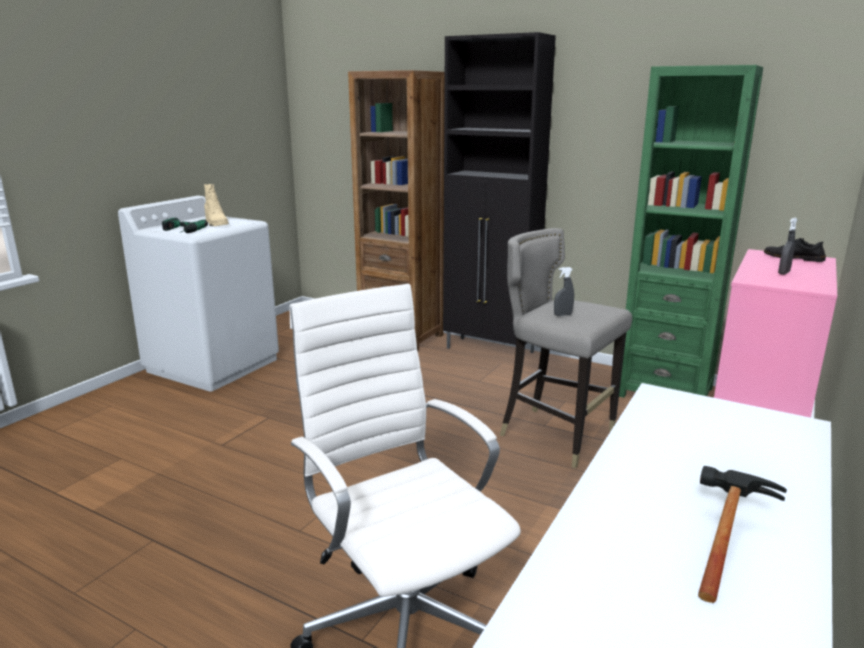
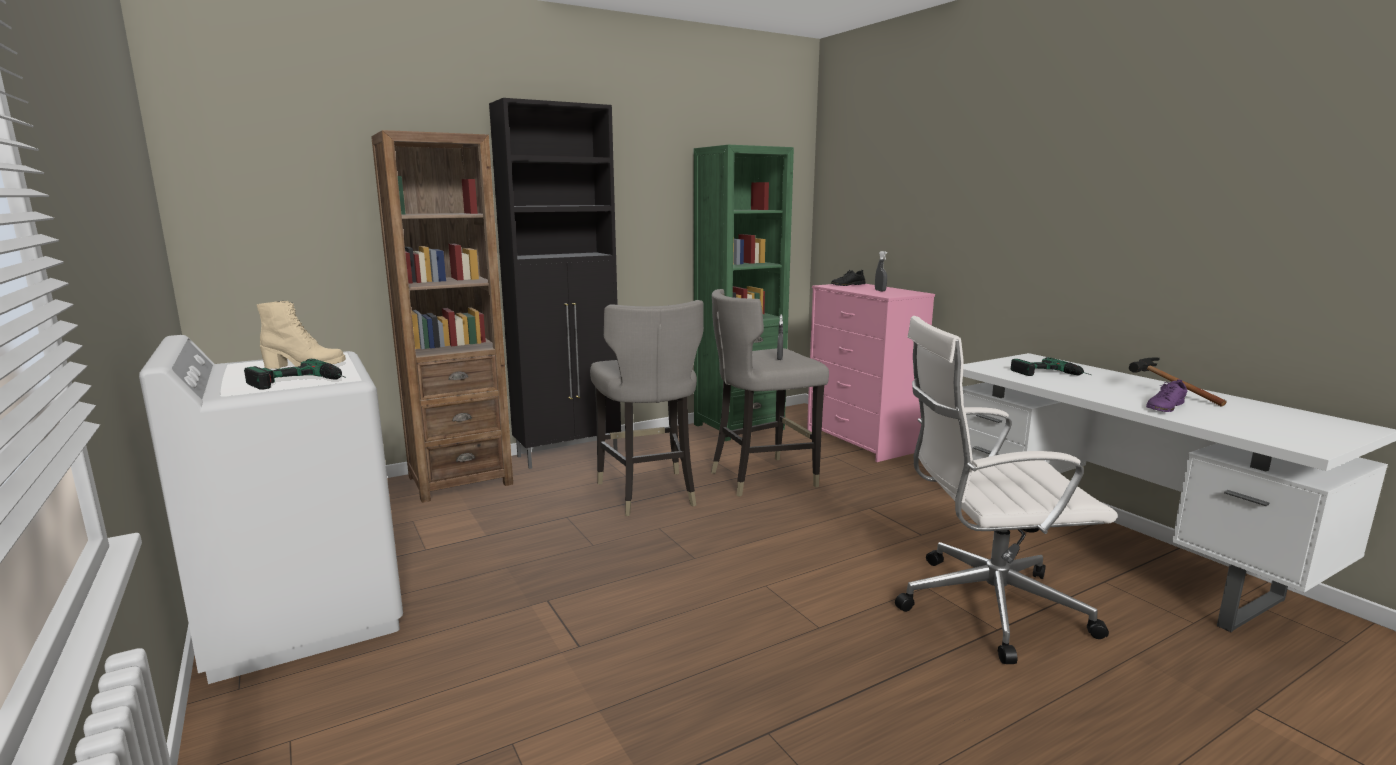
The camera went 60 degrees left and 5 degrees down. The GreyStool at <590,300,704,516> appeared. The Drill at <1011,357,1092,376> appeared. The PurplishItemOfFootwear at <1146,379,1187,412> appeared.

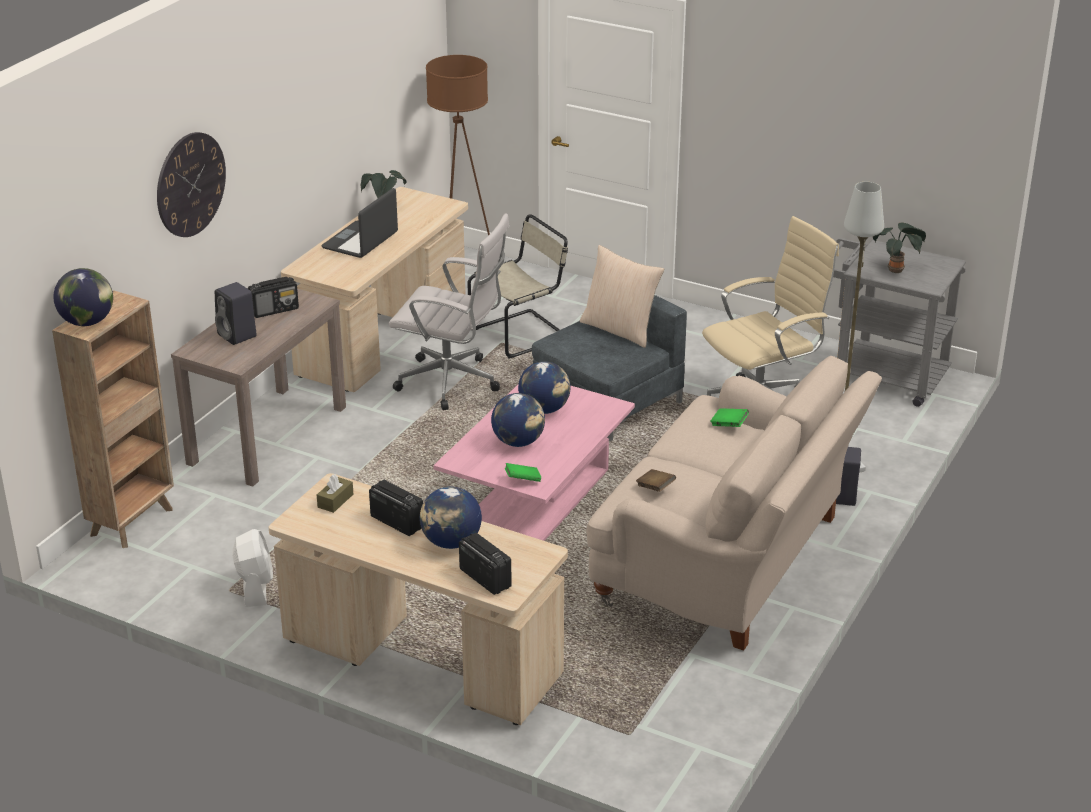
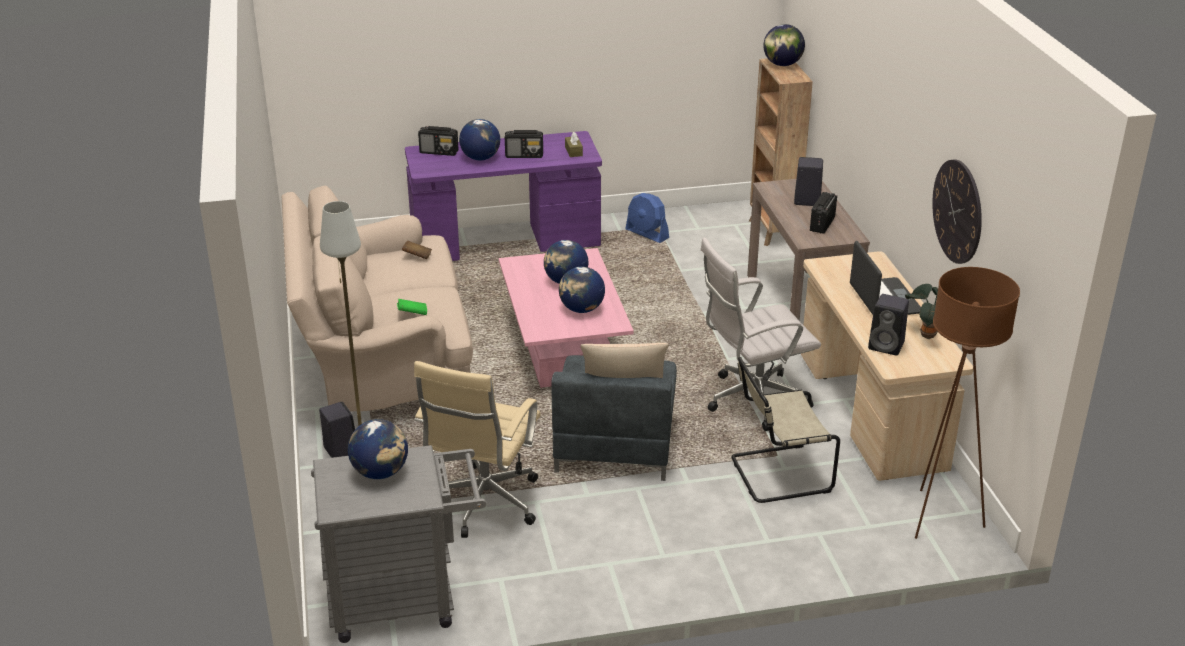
The camera went 140 degrees right and 0 degrees up. The ClockOnTheWall moved from <157,132,226,237> to <932,159,982,264>. The WhiteColouredCoolingFan at <232,529,273,607> became the BlueColouredCoolingFan at <625,193,669,243>. The SandColouredDesk at <269,473,568,725> became the PurplishDesk at <405,131,602,261>. The SandColouredUprightChair at <468,214,568,359> turned 60 degrees clockwise. The GreenishBook at <505,463,541,482> disappeared. The Houseplant at <873,222,926,273> was replaced by the WorldGlobe at <348,419,408,479>. The BlackAudioSpeaker at <868,294,909,355> appeared.

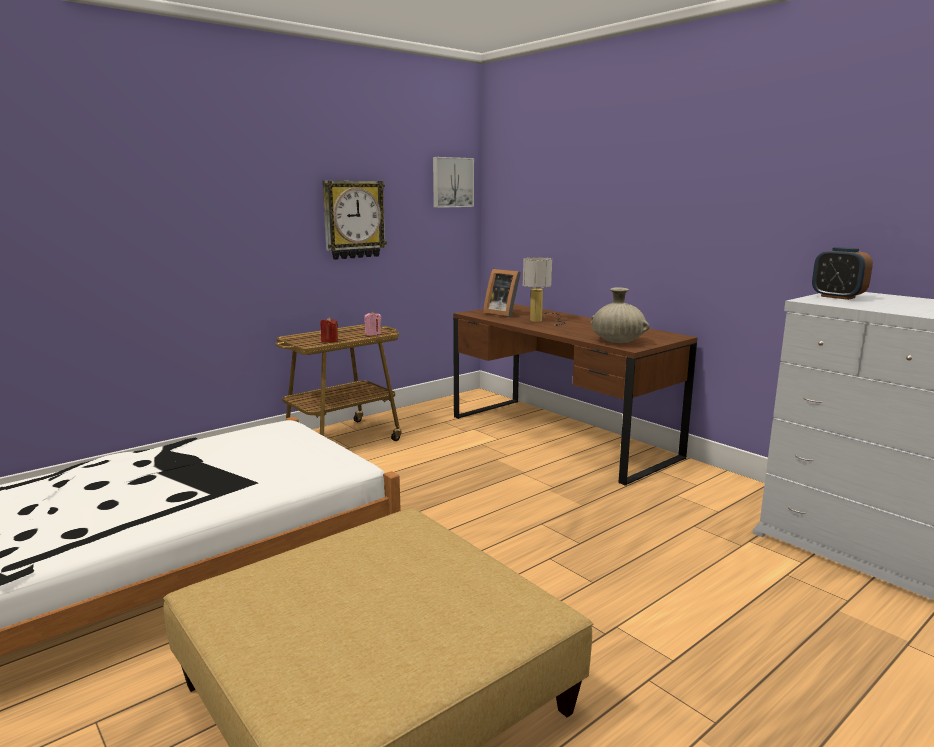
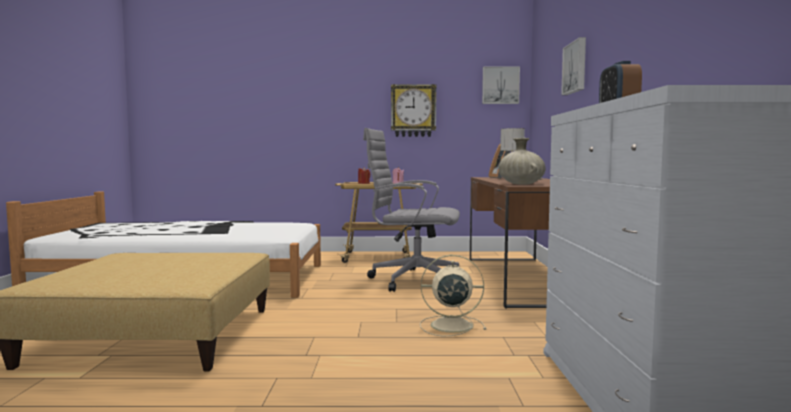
The camera went 40 degrees right and 10 degrees down. The GreyComputerChair at <363,128,460,292> appeared. The SandColouredCoolingFan at <420,255,486,336> appeared. The WallPicture at <561,37,586,95> appeared.

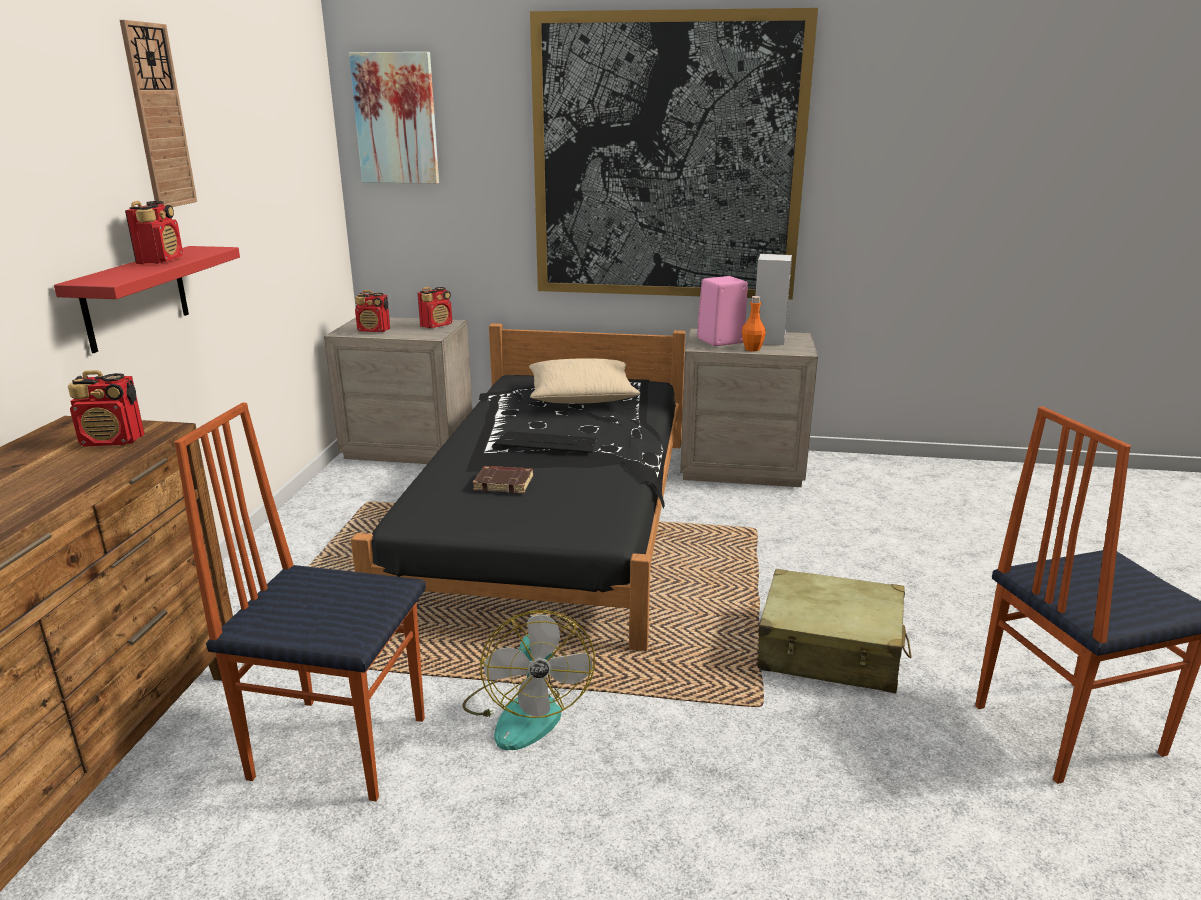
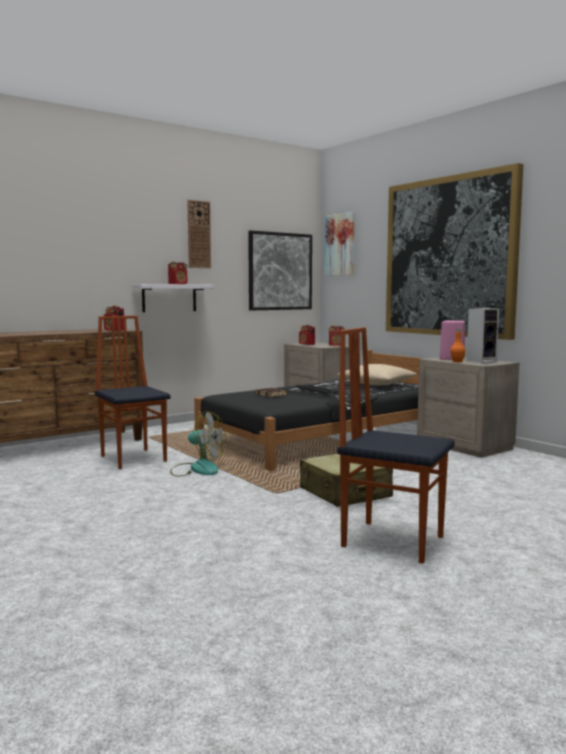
The camera went 45 degrees right and 15 degrees down. The RedColouredWallShelf at <54,246,240,353> became the WhiteColouredWallShelf at <132,284,215,312>. The CoolingFan at <462,610,595,750> turned 105 degrees counterclockwise. The WallPicture at <248,230,312,310> appeared.

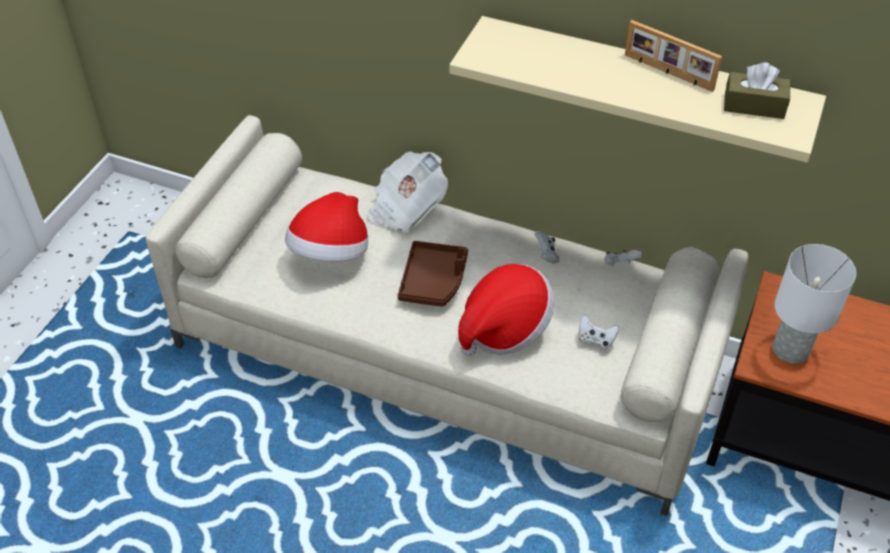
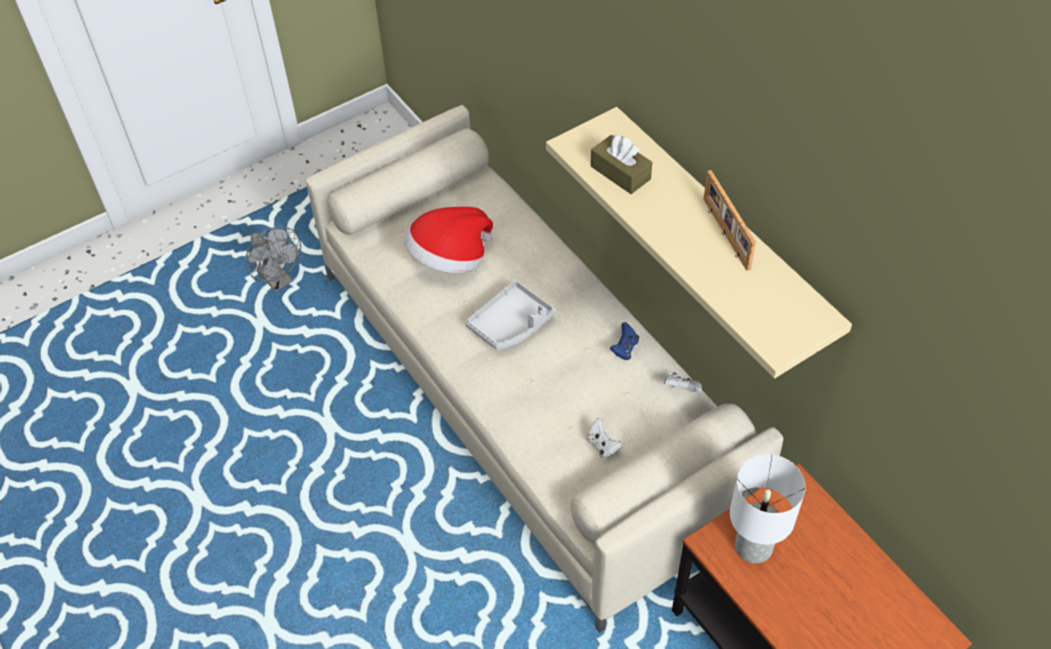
The camera went 35 degrees right and 5 degrees up. The PrintedPaper at <367,151,448,232> disappeared. The BrownCarryingTray at <398,241,468,307> became the GreyCarryingTray at <465,281,555,350>. The ClothingHat at <458,264,555,356> disappeared. The WhiteColouredGamepad at <534,231,560,264> became the BlueColouredGamepad at <610,322,639,360>. The BrownTissueBox moved from <724,62,790,119> to <591,134,652,194>. The GreyCoolingFan at <245,226,301,292> appeared.

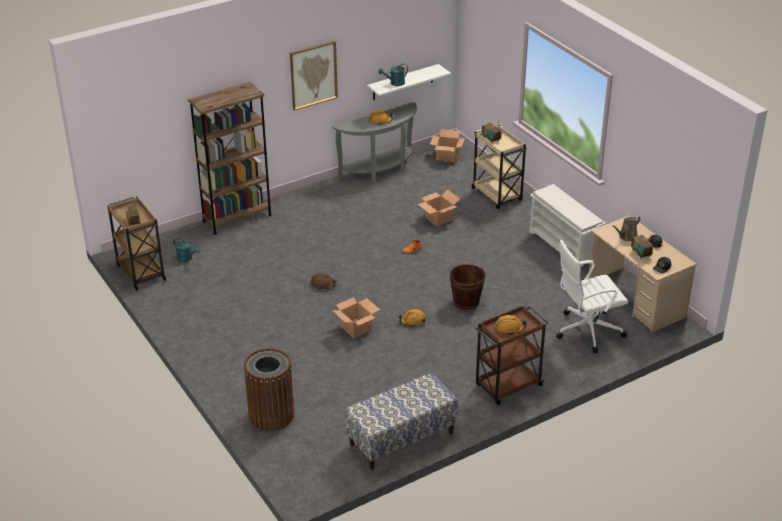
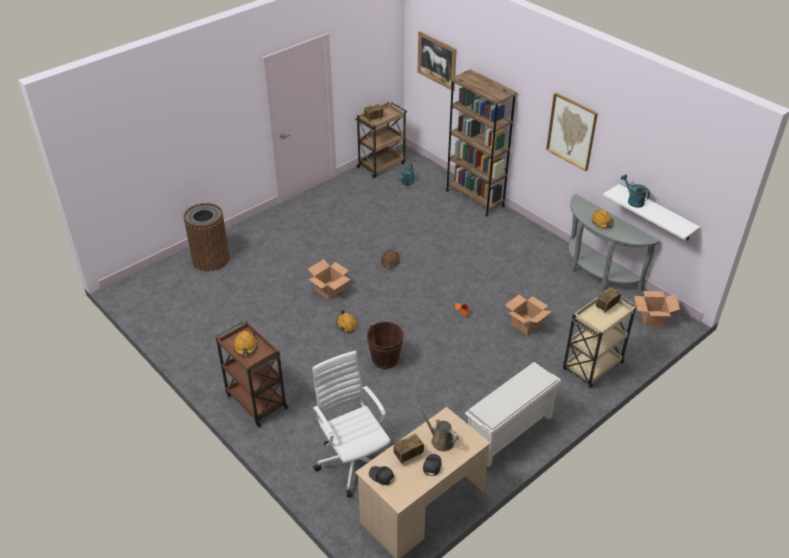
The camera went 80 degrees right and 5 degrees up. The Bench at <345,373,458,470> disappeared. The WallPicture at <418,31,457,91> appeared.

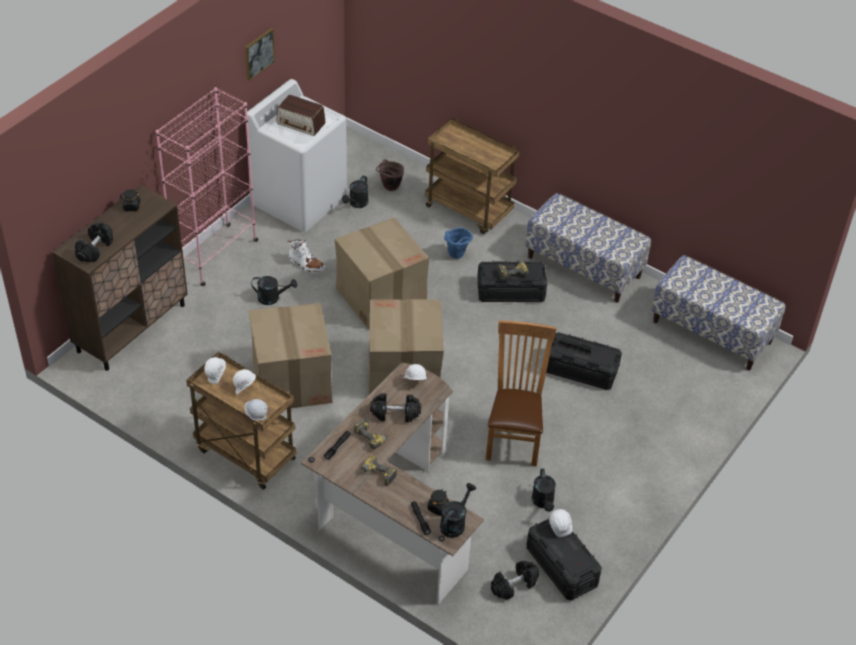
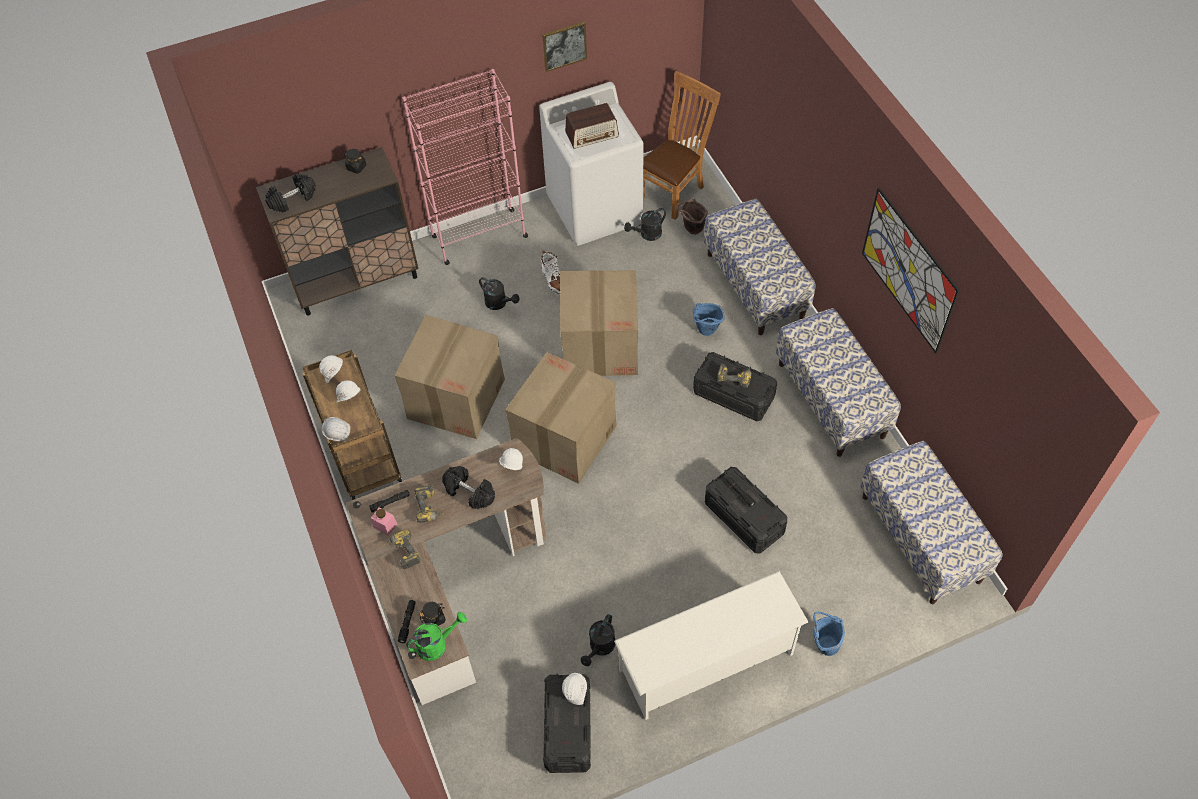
The camera went 35 degrees right and 10 degrees up. The Radio at <276,95,326,136> turned 75 degrees counterclockwise. The BrownWheeledCart at <425,118,520,234> was replaced by the Bench at <704,199,816,335>. The BlackWateringPot at <440,483,476,538> became the GreenishWateringPot at <406,612,467,661>. The BrownUprightChair moved from <486,320,557,467> to <643,71,721,220>. The BlackHandWeight at <491,561,539,600> disappeared. The PinkColouredJar at <371,508,397,536> appeared. The WhiteColouredShoeShelf at <614,571,809,720> appeared. The BlueColouredPail at <813,612,845,656> appeared. The WallPicture at <862,188,960,353> appeared.

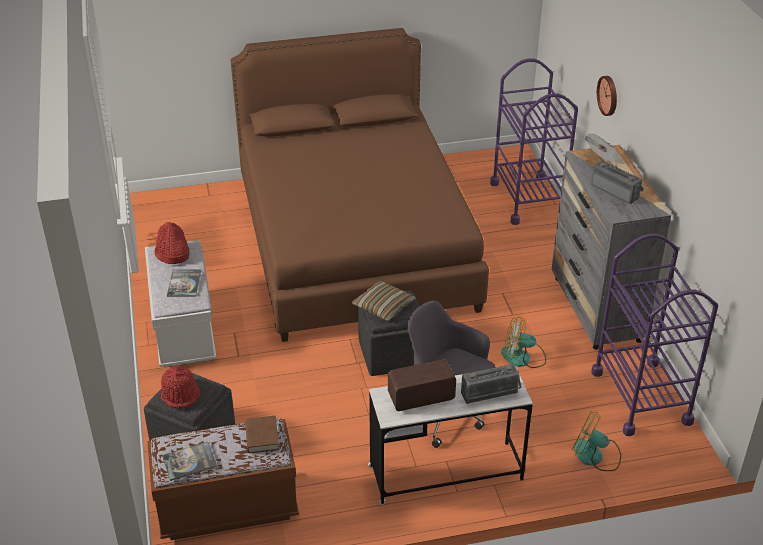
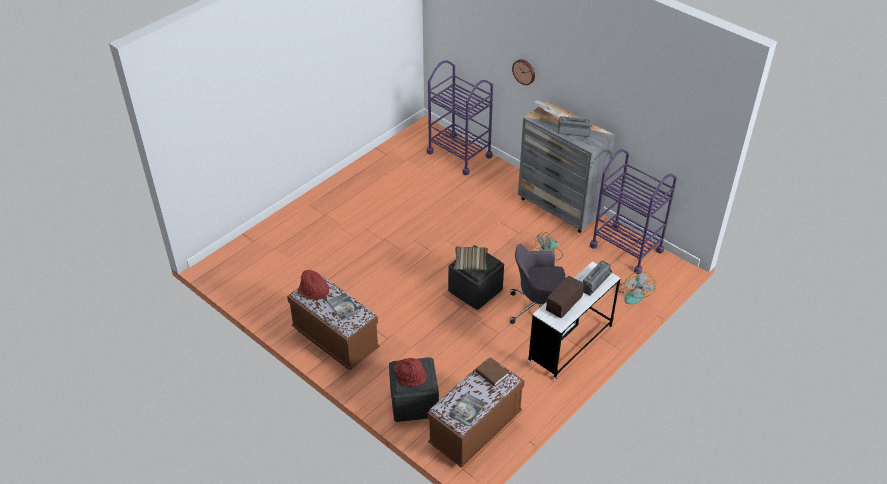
The camera went 35 degrees left and 5 degrees up. The WhiteColouredBench at <145,240,217,367> became the BrownBench at <287,275,380,370>. The BrownSleepingBed at <231,28,489,342> disappeared. The CoolingFan at <572,411,621,471> turned 75 degrees counterclockwise.

